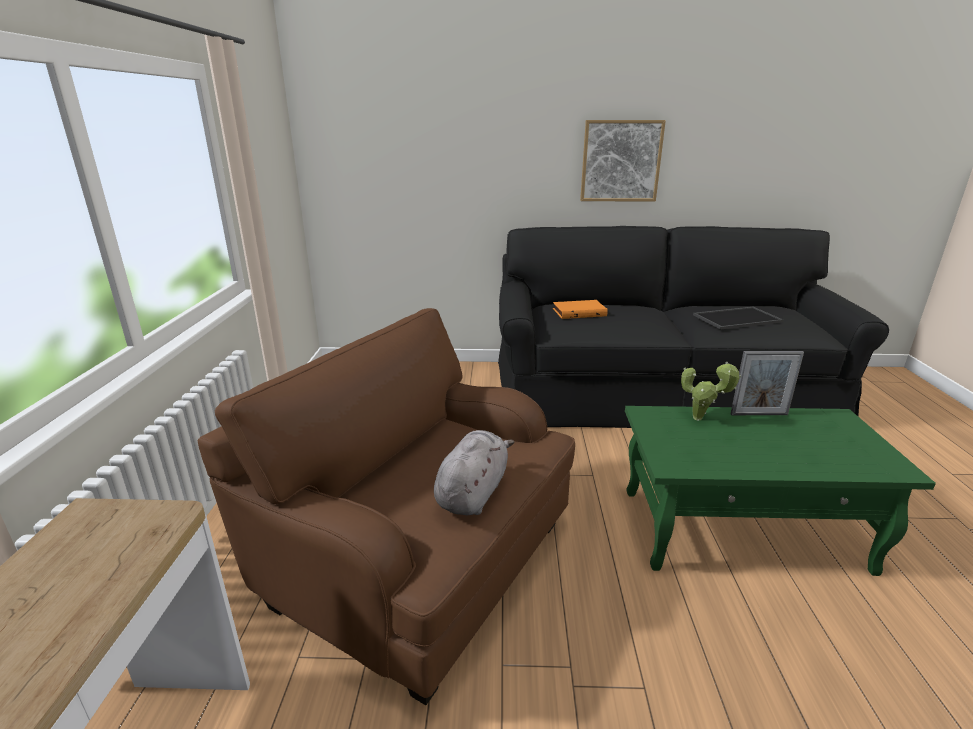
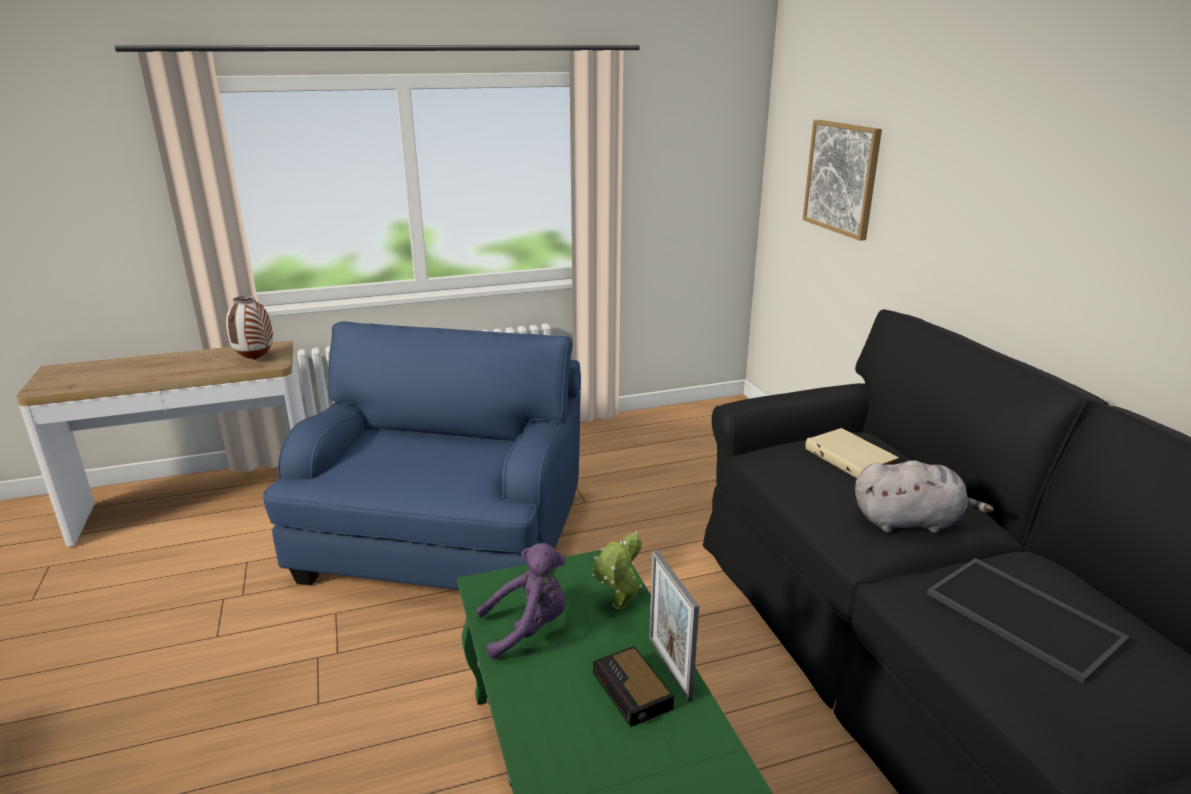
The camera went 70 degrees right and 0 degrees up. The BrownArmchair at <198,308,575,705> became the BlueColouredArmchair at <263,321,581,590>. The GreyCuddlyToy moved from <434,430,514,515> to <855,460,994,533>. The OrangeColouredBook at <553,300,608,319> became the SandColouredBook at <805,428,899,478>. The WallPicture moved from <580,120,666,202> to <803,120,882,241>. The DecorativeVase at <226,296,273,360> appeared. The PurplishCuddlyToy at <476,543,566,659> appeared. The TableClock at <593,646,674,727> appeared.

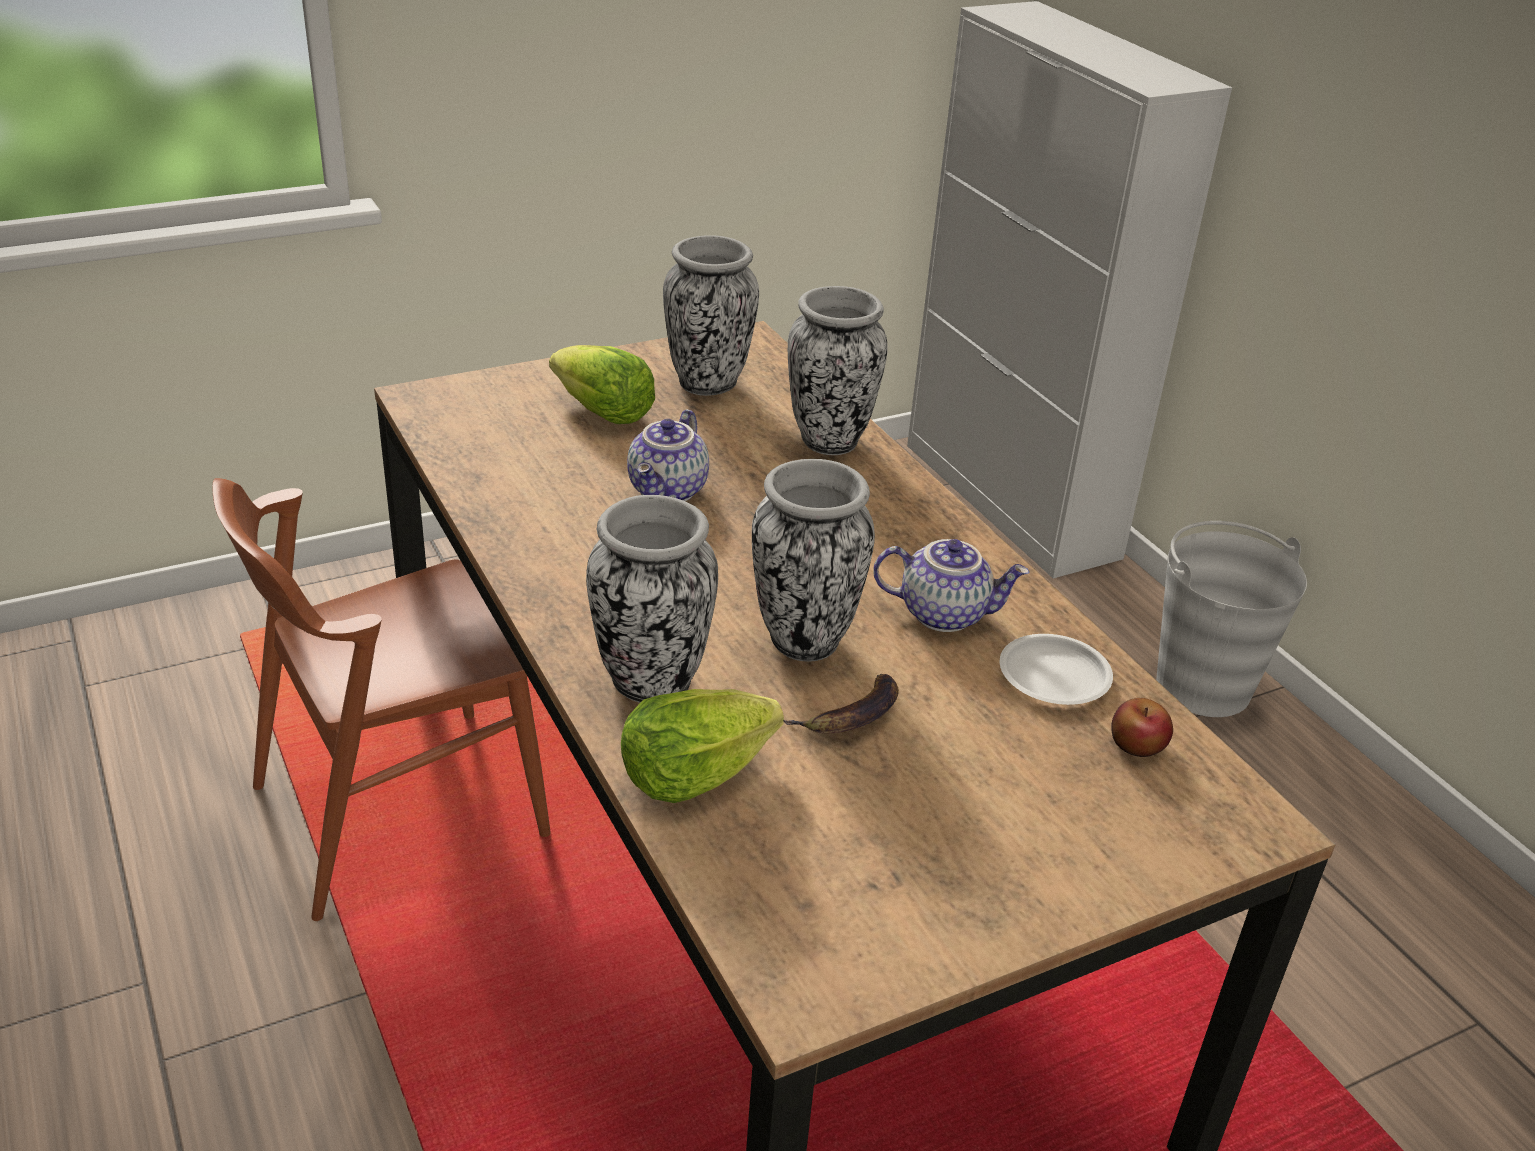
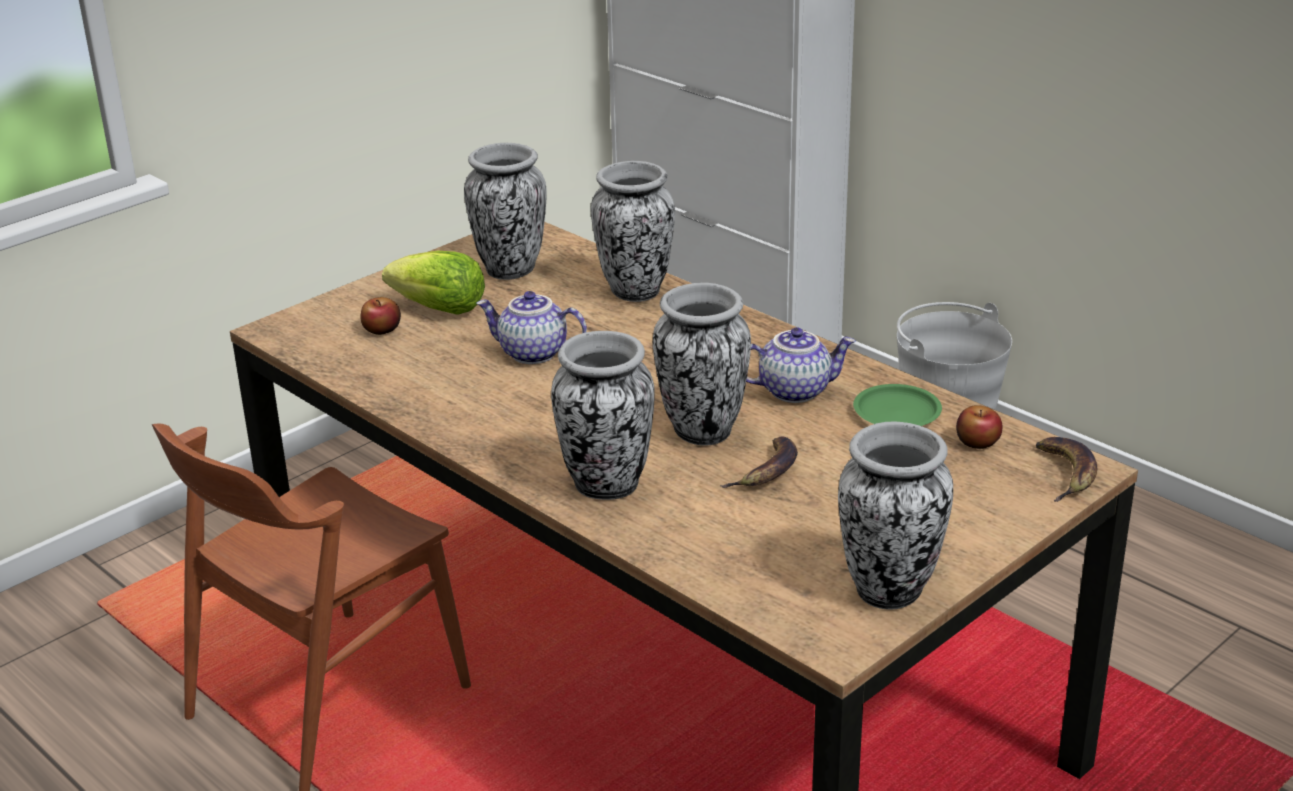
The camera went 15 degrees left and 5 degrees down. The LettuceHead at <621,689,784,803> disappeared. The Teapot at <627,409,709,501> turned 105 degrees clockwise. The WhiteColouredDinnerPlate at <1000,634,1113,705> became the GreenishDinnerPlate at <853,384,942,426>. The WholeApple at <361,297,401,335> appeared. The DecorativeVase at <838,421,953,610> appeared. The BananaFruit at <1036,437,1097,502> appeared.

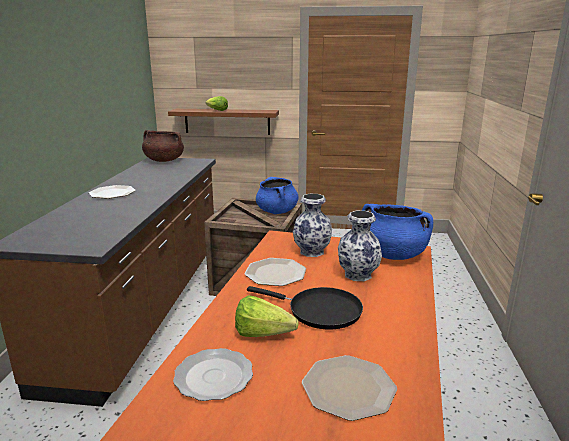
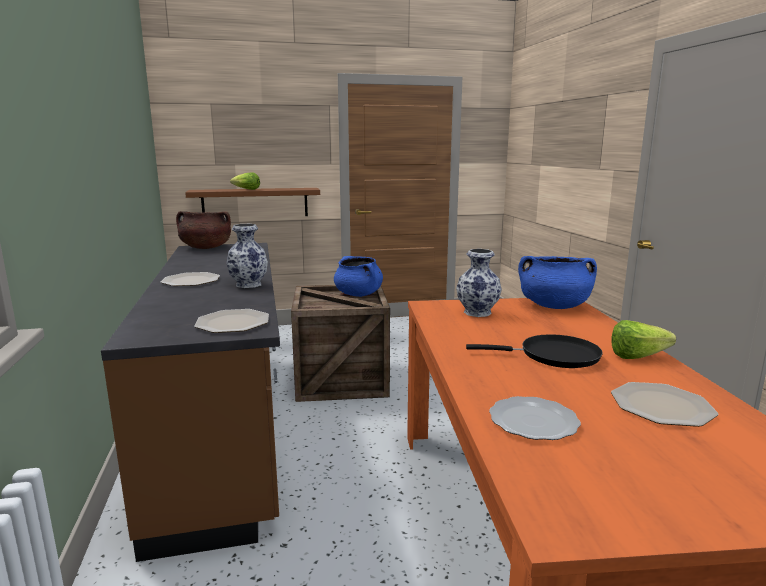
The camera went 20 degrees left and 5 degrees down. The LettuceHead moved from <235,295,298,337> to <611,320,676,359>. The DinnerPlate moved from <244,258,306,286> to <194,309,269,333>. The DecorativeVase moved from <338,211,382,281> to <227,224,268,288>.

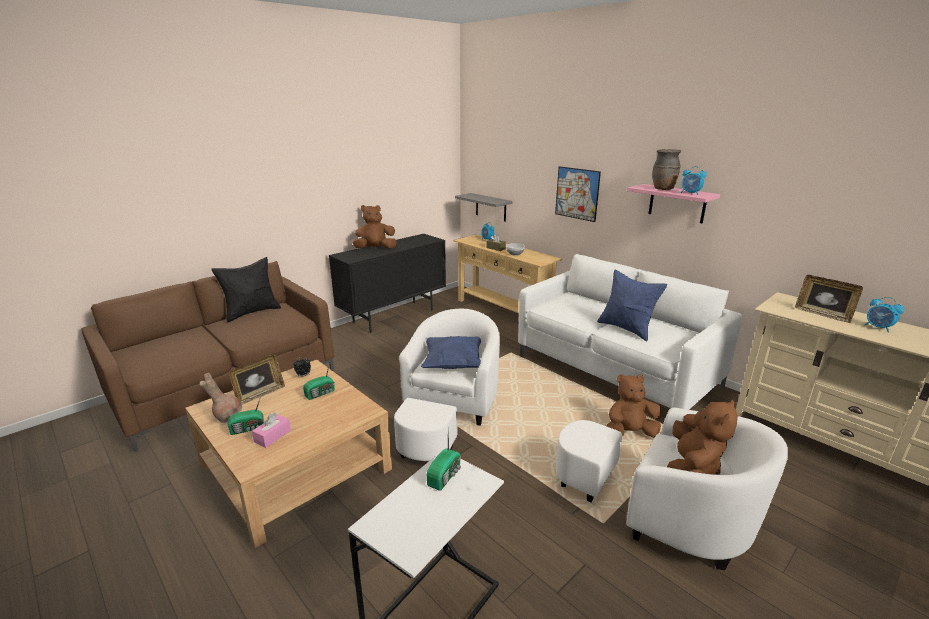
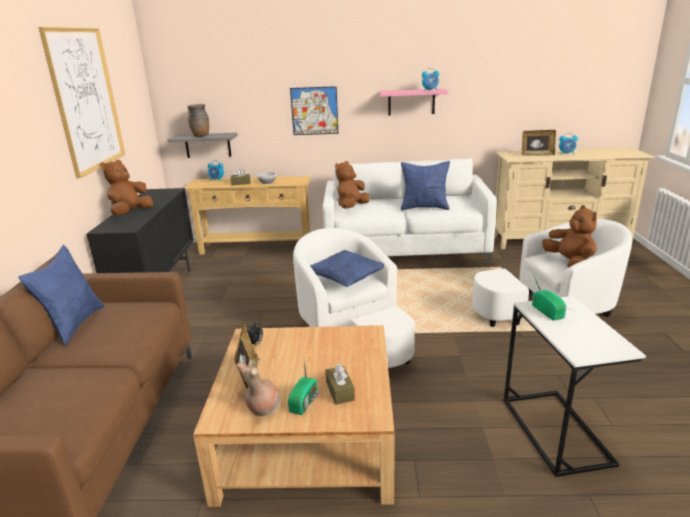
The camera went 45 degrees left and 0 degrees up. The BlackCushion at <211,257,281,322> became the BlueColouredCushion at <18,245,104,345>. The PinkColouredTissueBox at <252,412,291,448> became the BrownTissueBox at <325,363,355,405>. The Radio at <303,362,335,400> disappeared. The BrownCuddlyToy moved from <606,374,661,438> to <335,161,370,209>. The BrownDecorativeVase moved from <652,149,681,190> to <187,104,209,137>. The WallPicture at <38,27,125,178> appeared.

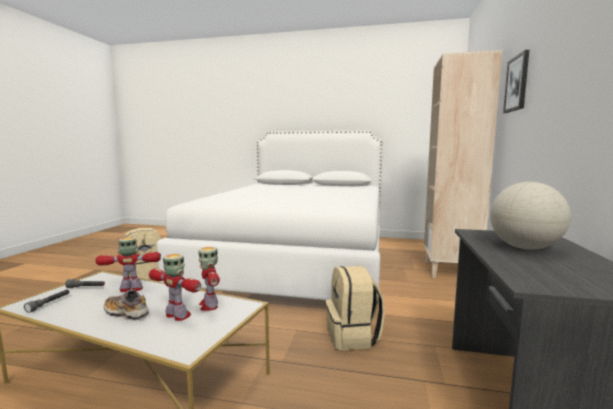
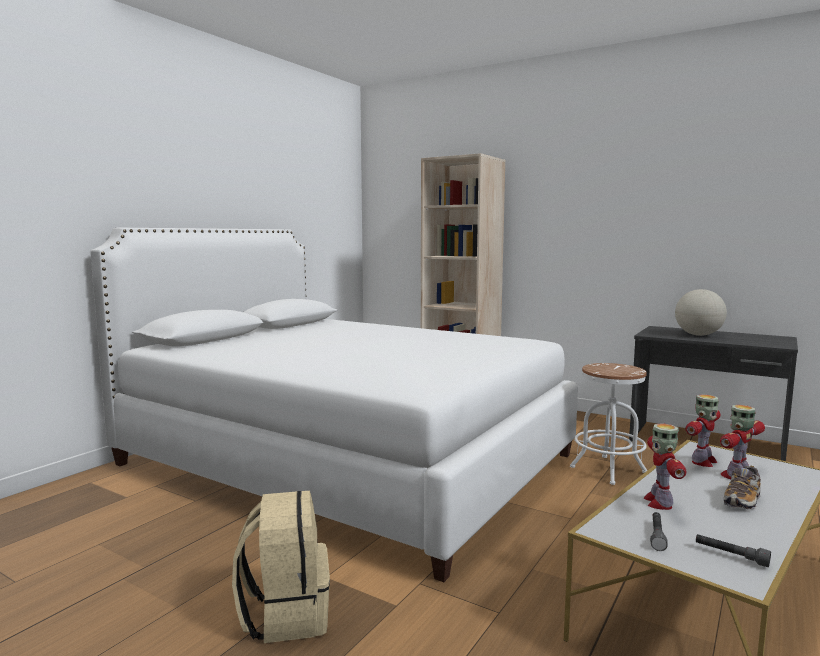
The camera went 70 degrees left and 0 degrees up. The ToyRobot at <198,247,220,311> turned 45 degrees counterclockwise. The SandColouredRucksack at <326,266,385,350> was replaced by the WhiteColouredStool at <570,363,648,485>. The WallPicture at <503,50,529,113> disappeared.

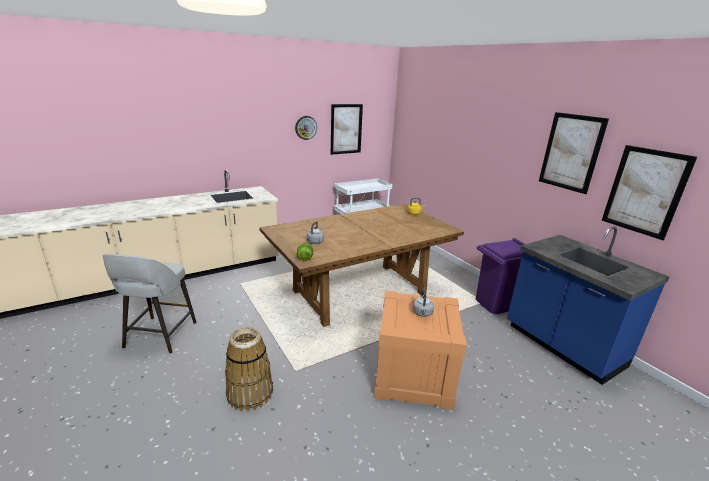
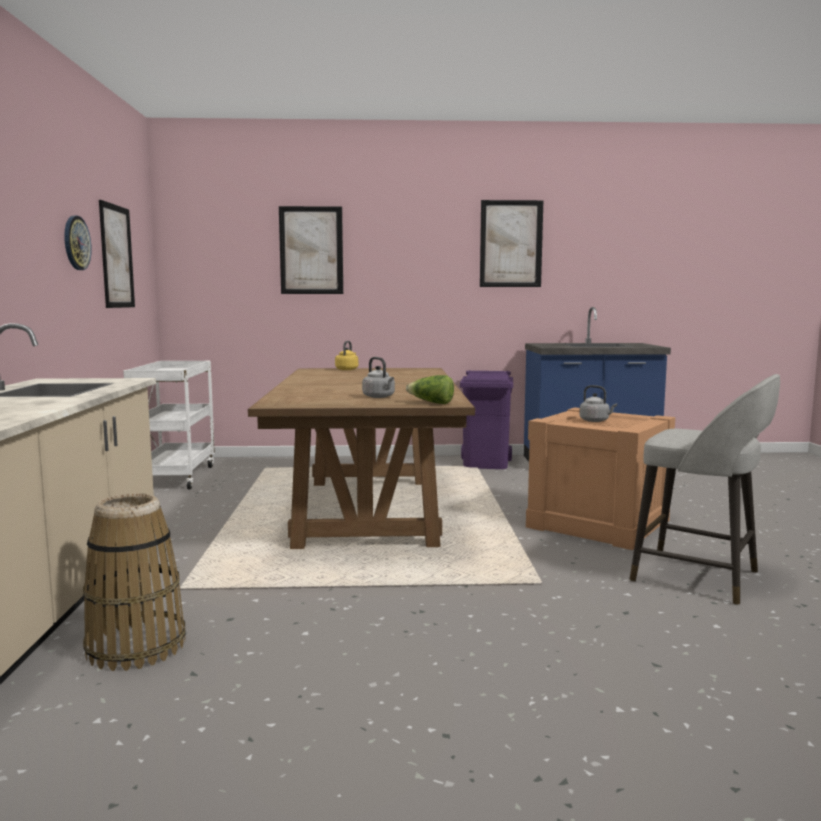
The camera went 60 degrees left and 15 degrees down. The GreyStool moved from <103,254,196,353> to <630,374,780,605>. The StorageBasket moved from <225,327,273,412> to <83,493,185,671>. The WallPicture moved from <602,145,697,240> to <279,206,343,294>.

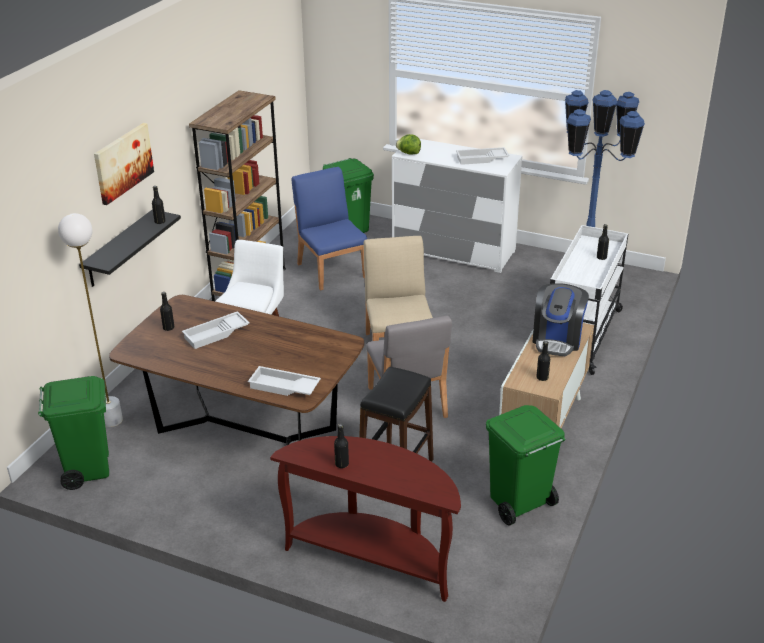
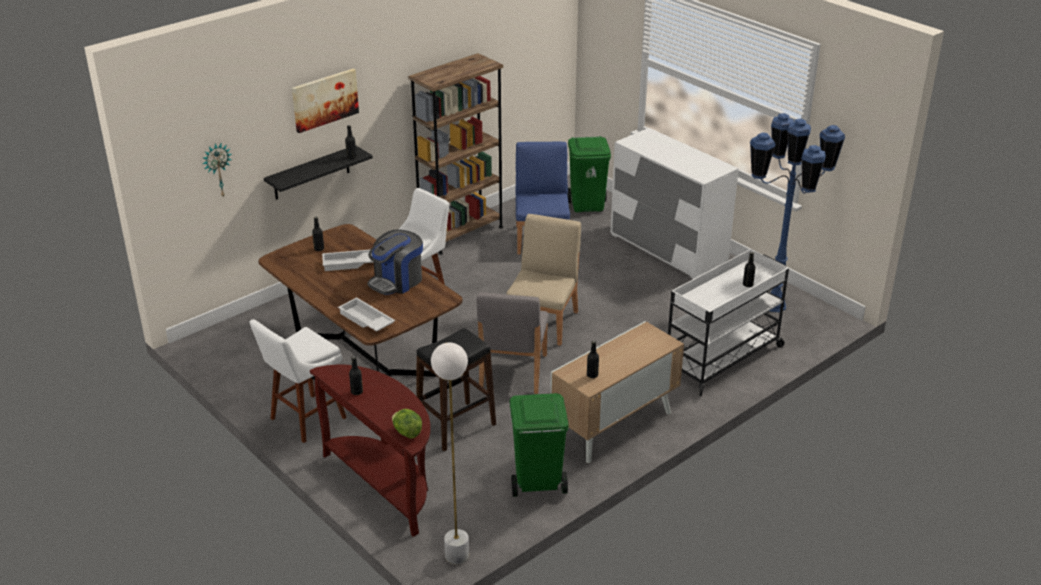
The camera went 25 degrees right and 0 degrees up. The GreenishTrashCan at <38,376,109,490> disappeared. The WhiteColouredStandardLamp moved from <58,213,123,427> to <431,342,469,564>. The LettuceHead moved from <396,134,421,154> to <392,409,422,439>. The WhiteColouredCarryingTray at <456,147,509,165> disappeared. The CoffeeMaker moved from <532,283,589,356> to <367,229,423,295>. The ClockOnTheWall at <203,144,232,198> appeared. The WhiteColouredStool at <250,319,347,443> appeared.

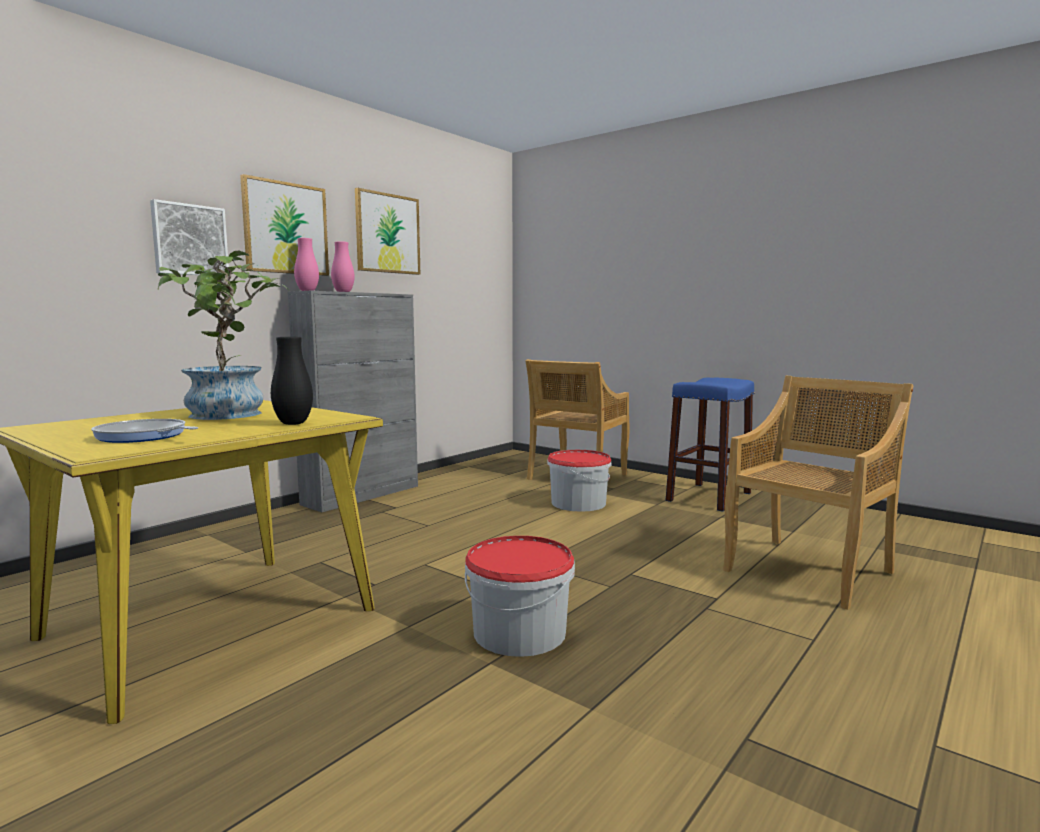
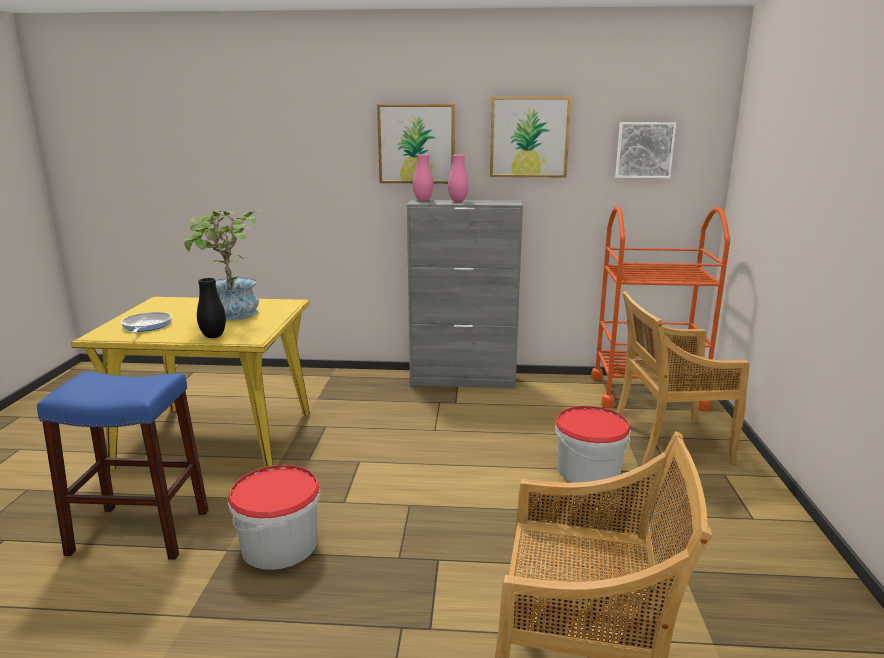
The camera went 55 degrees right and 10 degrees up. The WallPicture moved from <150,199,229,275> to <615,122,676,178>. The BlueColouredStool moved from <666,378,754,512> to <37,372,208,560>. The OrangeColouredWheeledCart at <591,206,730,411> appeared.

